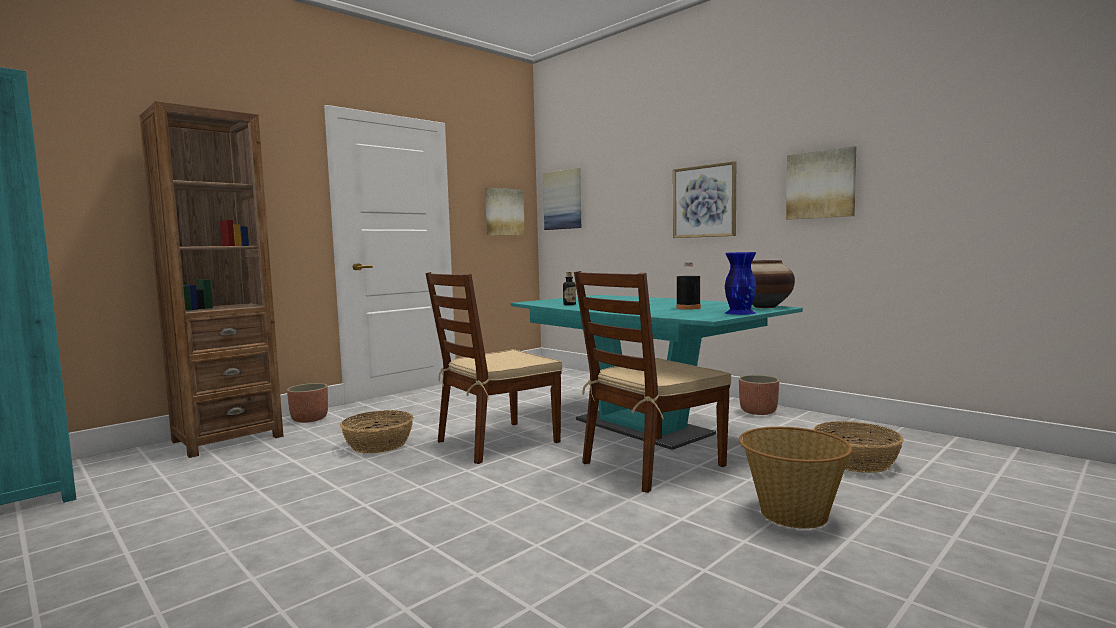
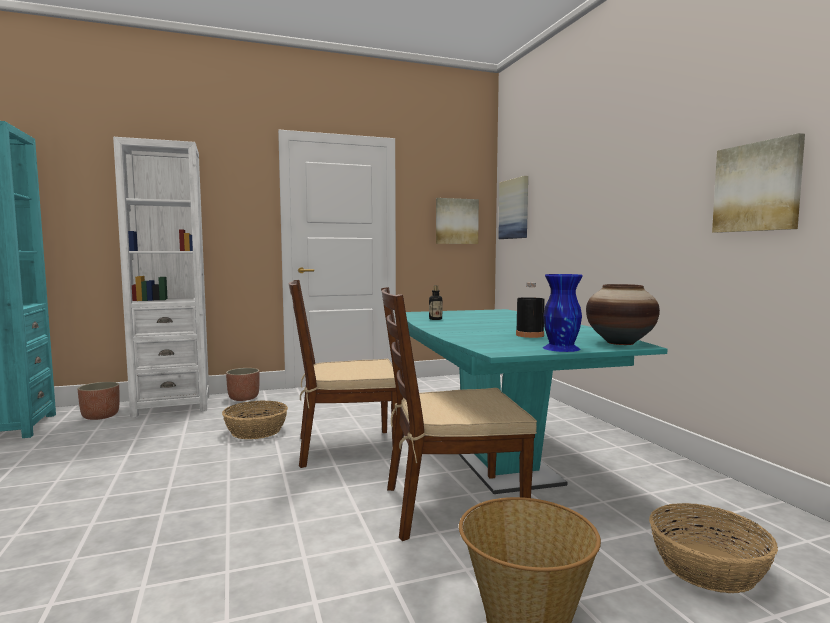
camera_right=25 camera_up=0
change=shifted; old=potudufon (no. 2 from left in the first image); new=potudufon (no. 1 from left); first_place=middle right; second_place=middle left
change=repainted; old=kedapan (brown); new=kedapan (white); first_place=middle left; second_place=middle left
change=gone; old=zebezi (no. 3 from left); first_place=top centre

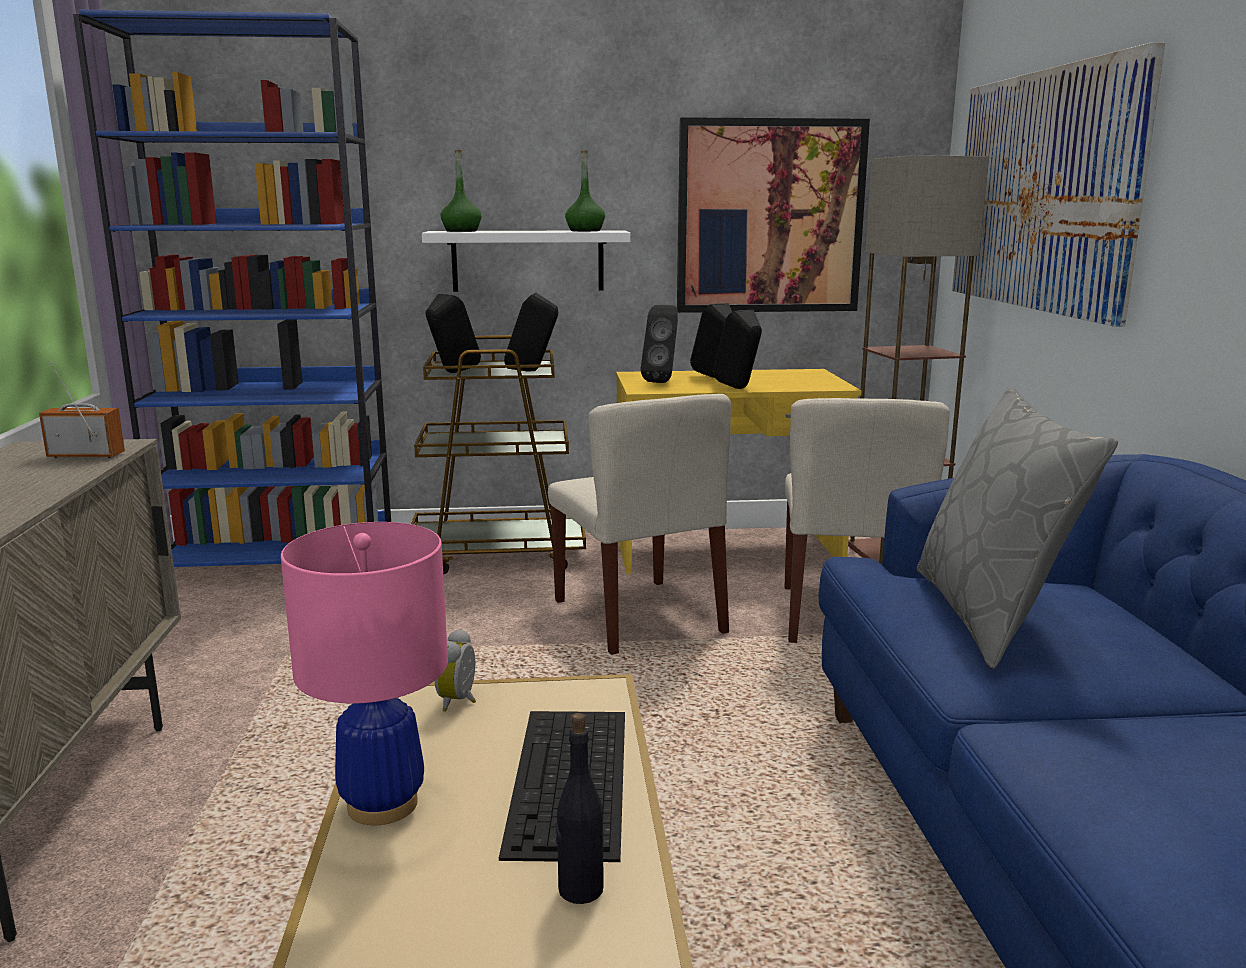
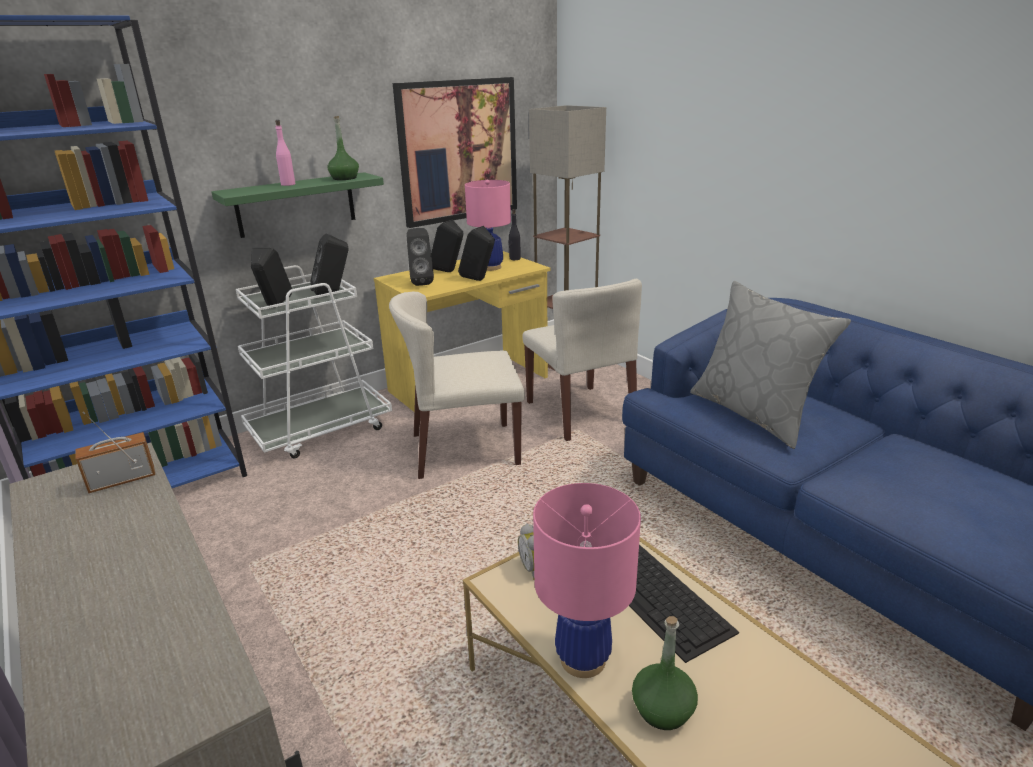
camera_right=-30 camera_up=10
change=repainted; old=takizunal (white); new=takizunal (green); first_place=top centre; second_place=top left
change=repainted; old=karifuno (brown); new=karifuno (white); first_place=centre; second_place=middle left
change=new; new=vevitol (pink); second_place=top left
change=rotated; old=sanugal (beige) (no. 1 from left); first_place=centre; second_place=centre; degrees=135
change=new; new=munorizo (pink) (no. 1 from left); second_place=top centre
change=shifted; old=vevitol (black); first_place=bottom centre; second_place=top centre
change=shifted; old=vevitol (green) (no. 1 from left in the first image); new=vevitol (green) (no. 2 from left); first_place=top centre; second_place=bottom centre
change=gone; old=zebezi (no. 2 from left); first_place=top right

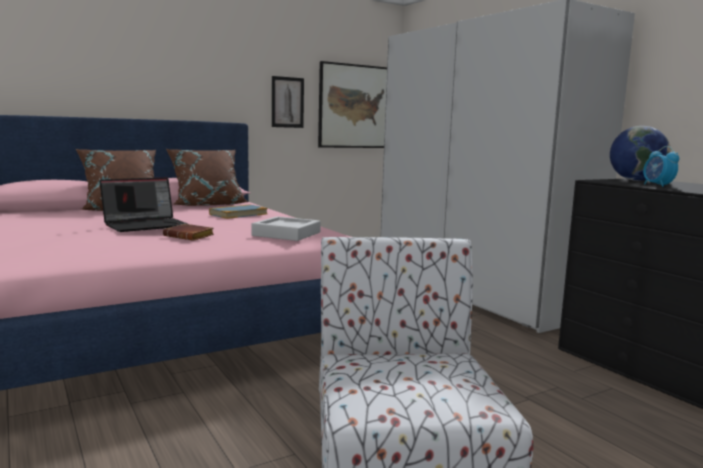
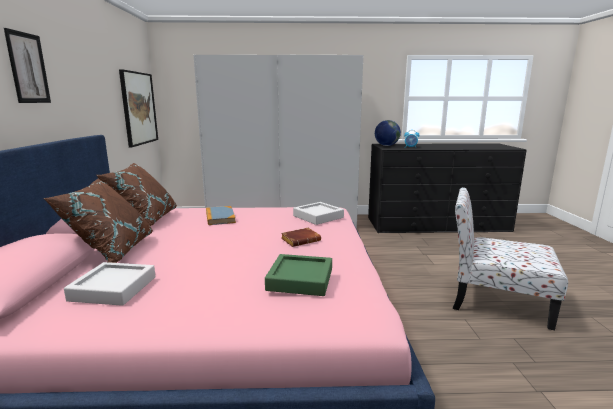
camera_right=-60 camera_up=5
change=shifted; old=zebezi (no. 1 from left); first_place=top centre; second_place=top left
change=new; new=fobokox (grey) (no. 1 from left); second_place=bottom left
change=new; new=fobokox (green); second_place=bottom centre
change=gone; old=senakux; first_place=middle left

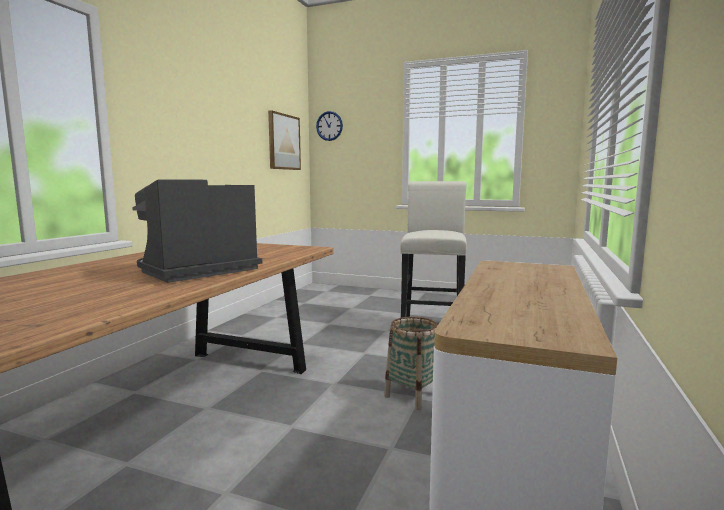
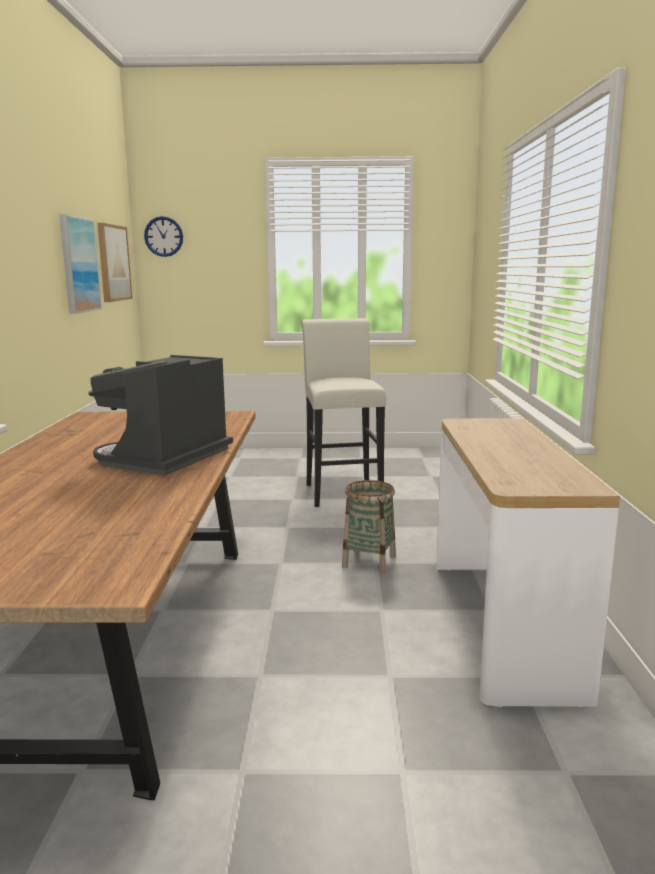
camera_right=-20 camera_up=5
change=new; new=zebezi (no. 1 from left); second_place=top left

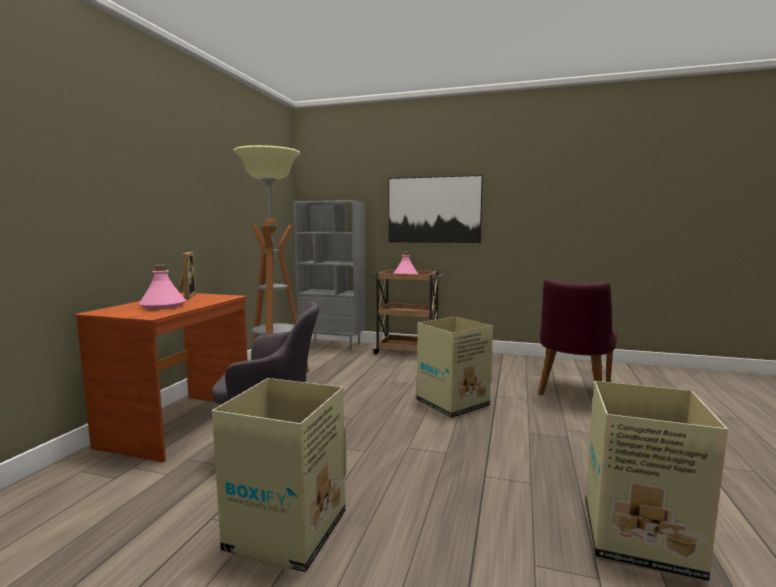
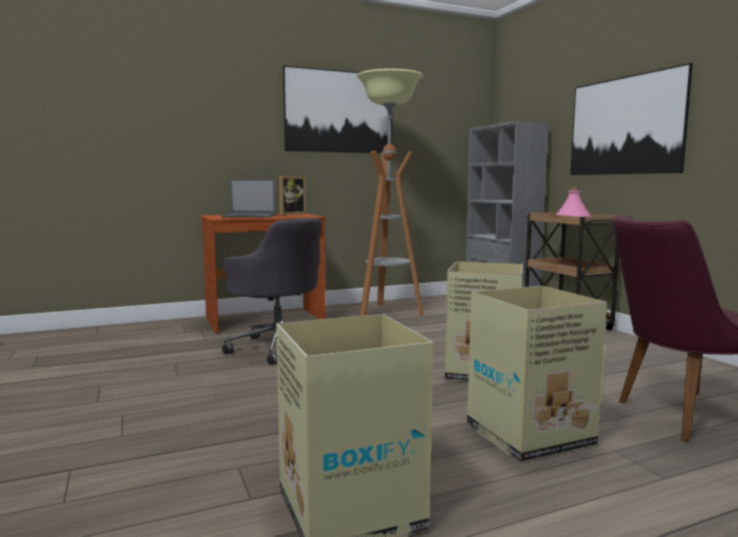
camera_right=50 camera_up=0
change=swapped; old=vevitol (pink) (no. 1 from left); new=senakux; first_place=middle left; second_place=centre
change=new; new=zebezi (no. 1 from left); second_place=top centre
change=shifted; old=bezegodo (no. 1 from left in the first image); new=bezegodo (no. 3 from left); first_place=bottom centre; second_place=bottom right

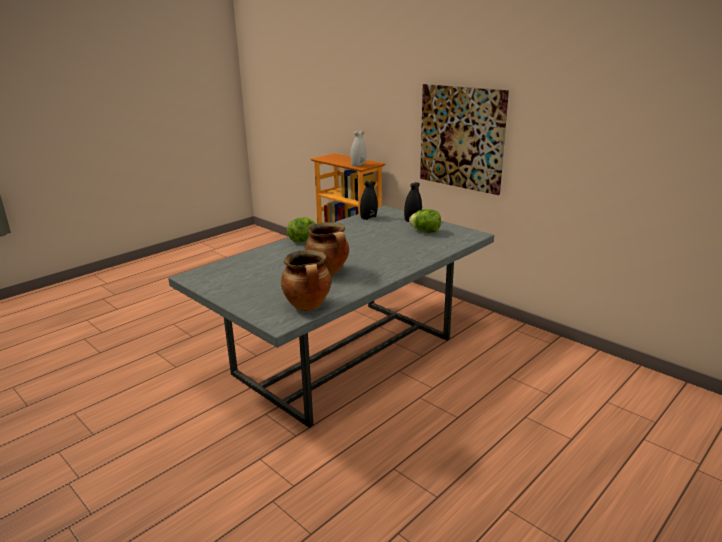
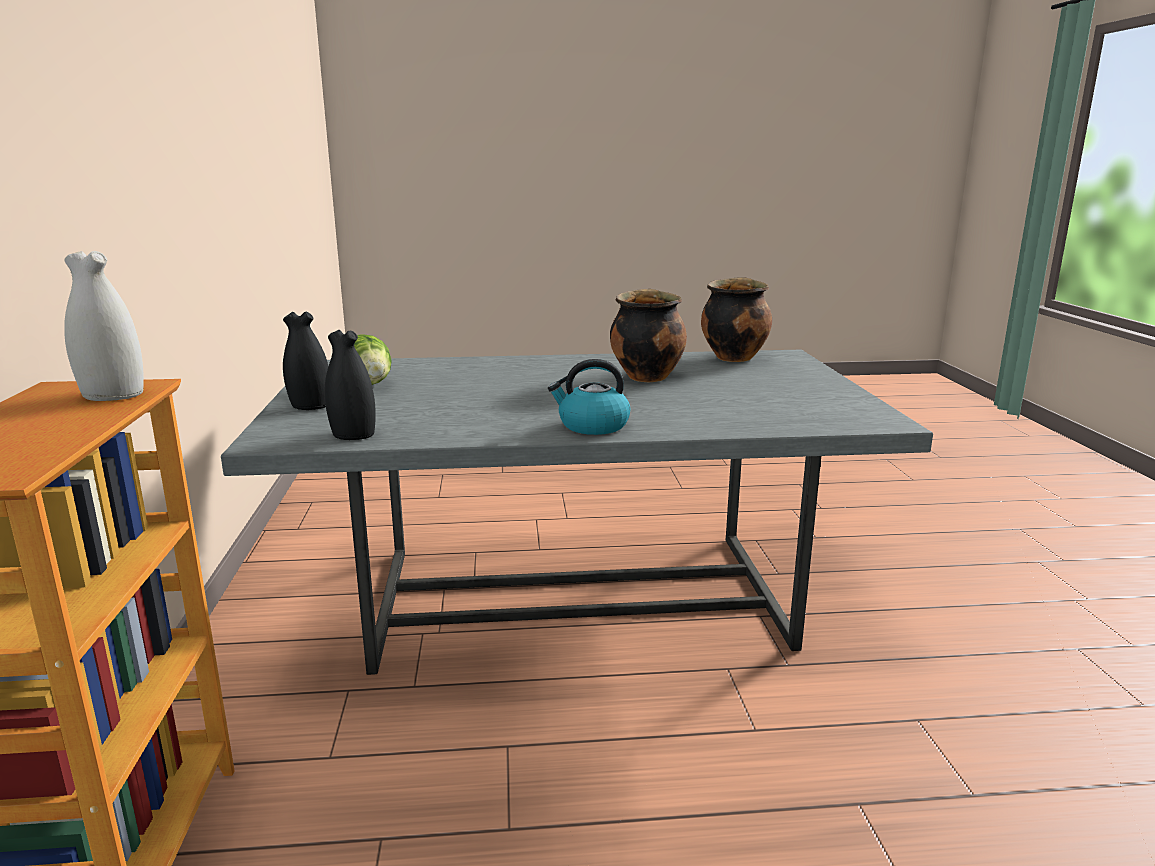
camera_right=-140 camera_up=-5
change=swapped; old=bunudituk (no. 1 from left); new=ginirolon; first_place=centre; second_place=centre
change=gone; old=zebezi; first_place=top centre

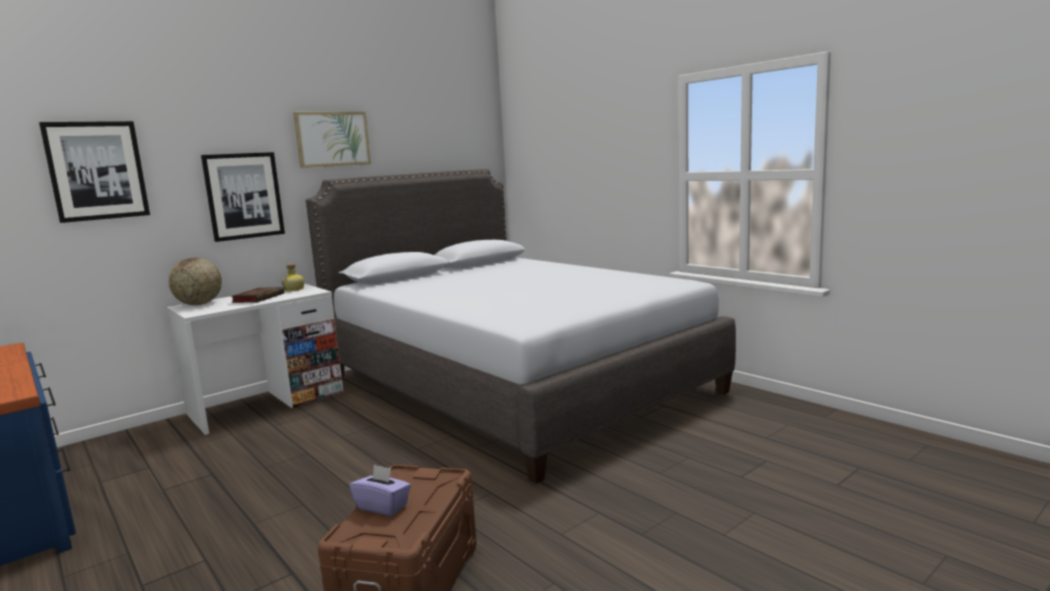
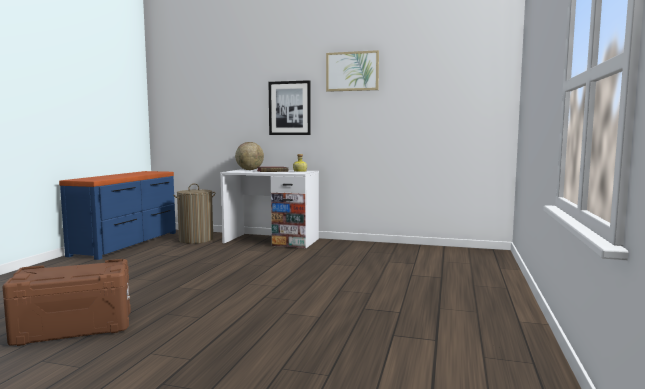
camera_right=55 camera_up=-5
change=new; new=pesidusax; second_place=middle left
change=gone; old=zebezi (no. 1 from left); first_place=top left
change=gone; old=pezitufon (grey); first_place=centre
change=gone; old=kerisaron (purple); first_place=bottom centre

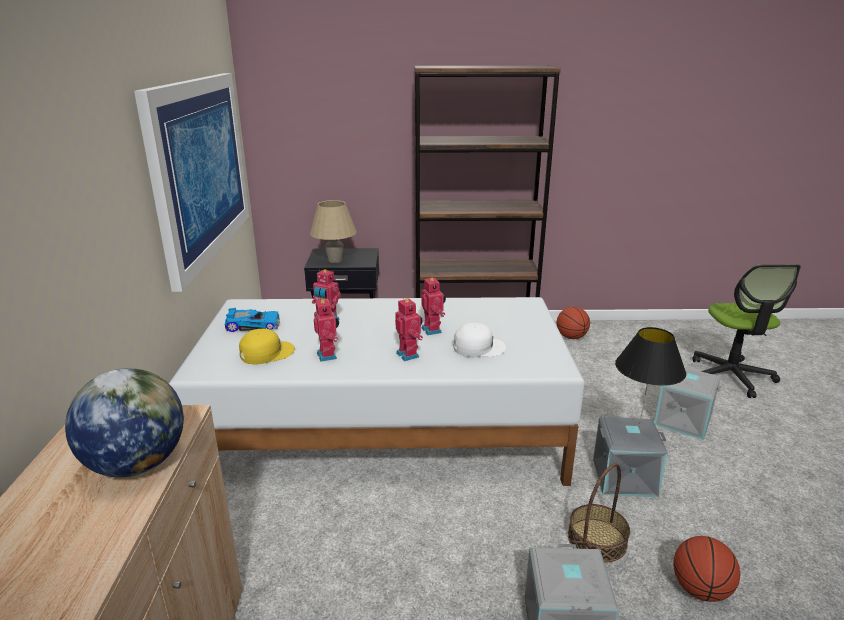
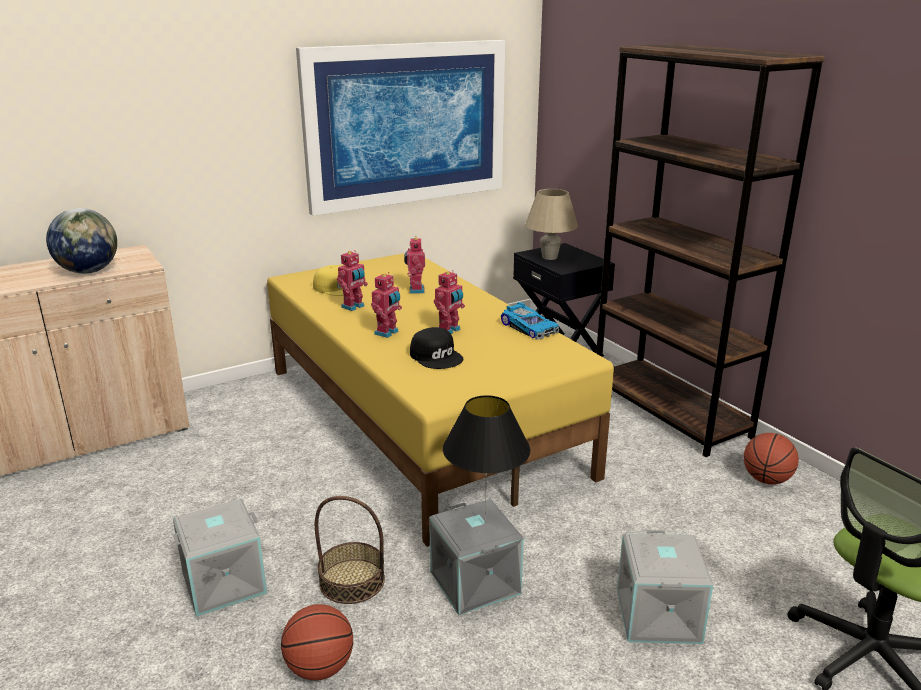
camera_right=60 camera_up=0
change=repainted; old=pezitufon (white); new=pezitufon (yellow); first_place=centre; second_place=centre
change=repainted; old=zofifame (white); new=zofifame (black); first_place=centre; second_place=centre
change=shifted; old=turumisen; first_place=middle left; second_place=centre

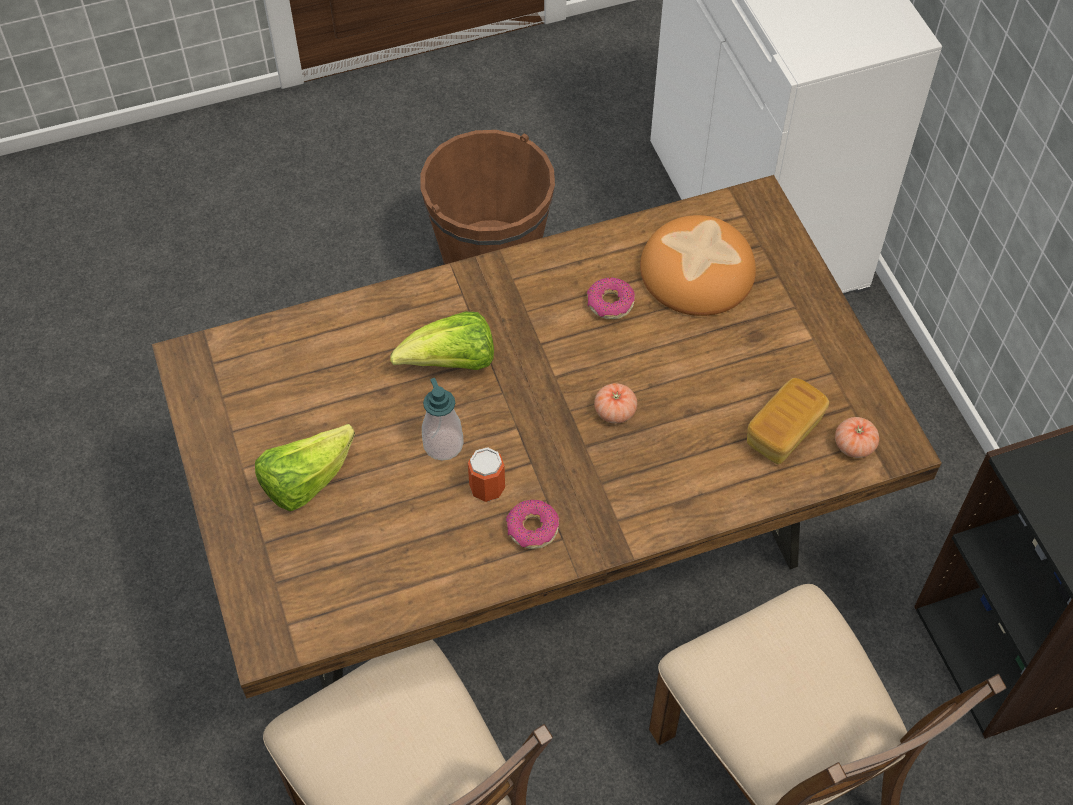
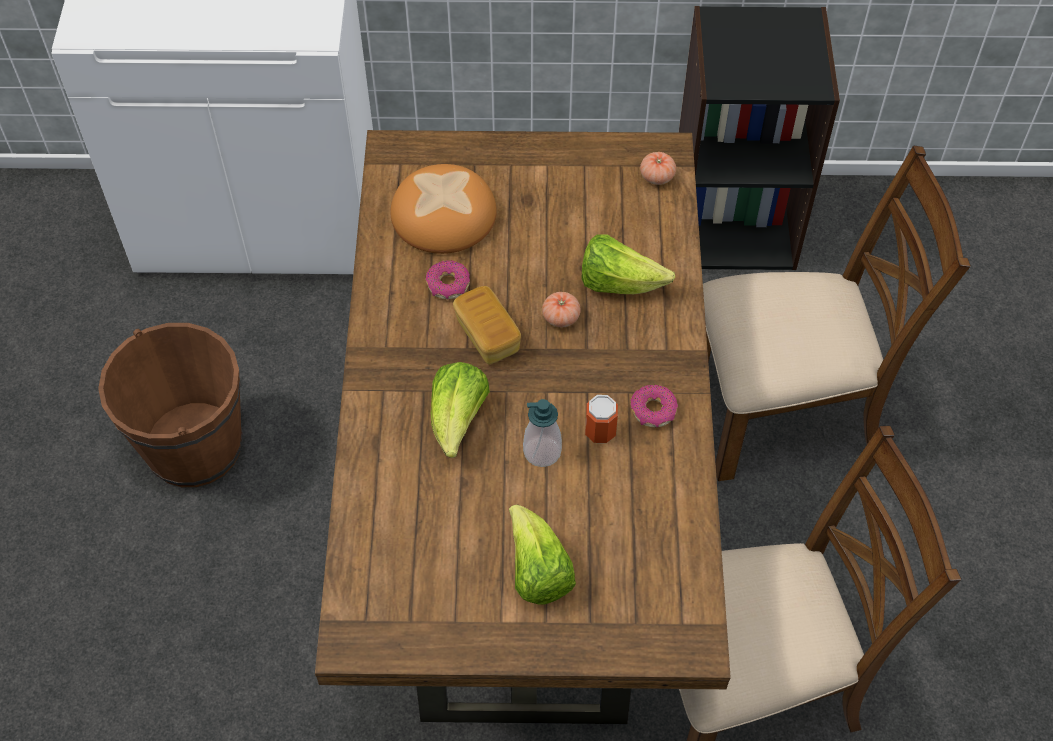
camera_right=-70 camera_up=0
change=shifted; old=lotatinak (no. 2 from left); first_place=middle right; second_place=centre
change=new; new=bunudituk (no. 3 from left); second_place=centre

